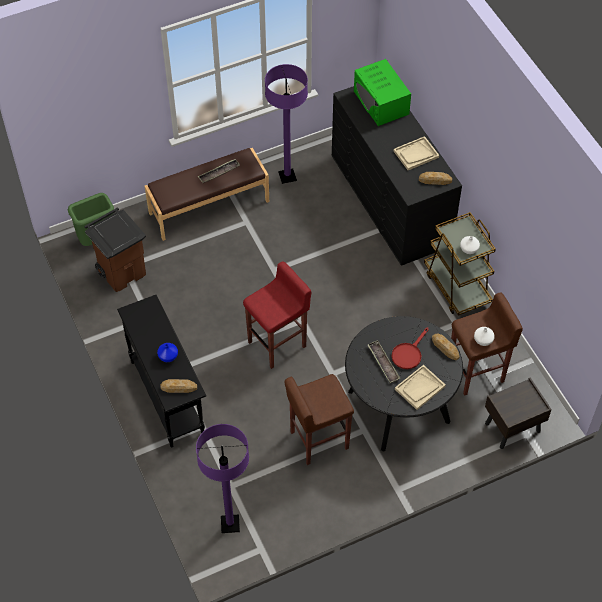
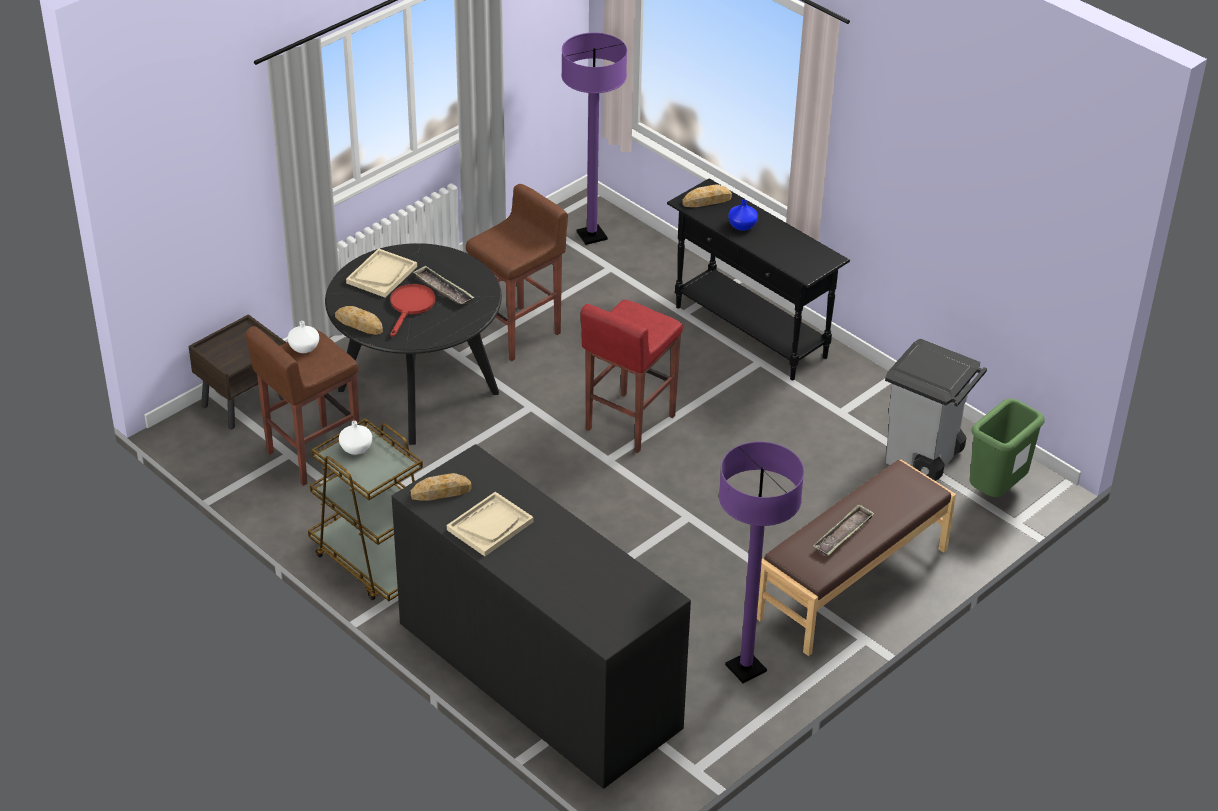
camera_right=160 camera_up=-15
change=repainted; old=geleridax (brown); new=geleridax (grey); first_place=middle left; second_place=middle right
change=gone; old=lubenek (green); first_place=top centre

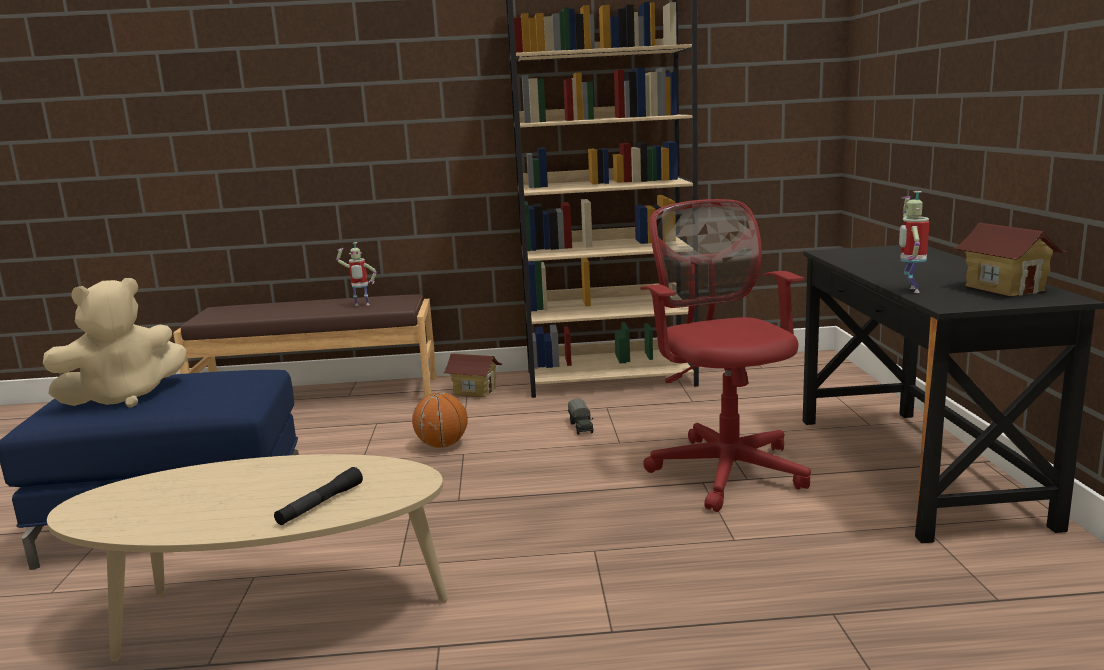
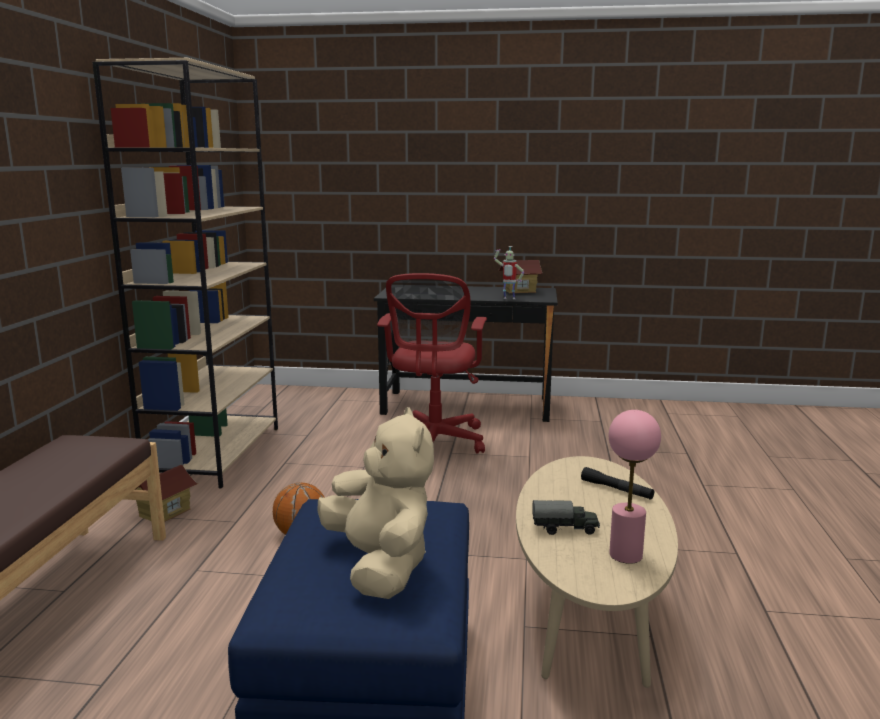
camera_right=-80 camera_up=0
change=rotated; old=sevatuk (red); first_place=centre; second_place=centre; degrees=-75
change=shifted; old=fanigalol; first_place=centre; second_place=bottom centre
change=new; new=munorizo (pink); second_place=bottom right
change=gone; old=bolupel (no. 1 from left); first_place=middle left

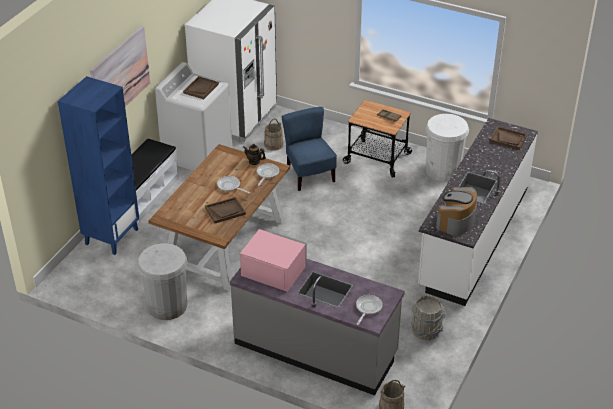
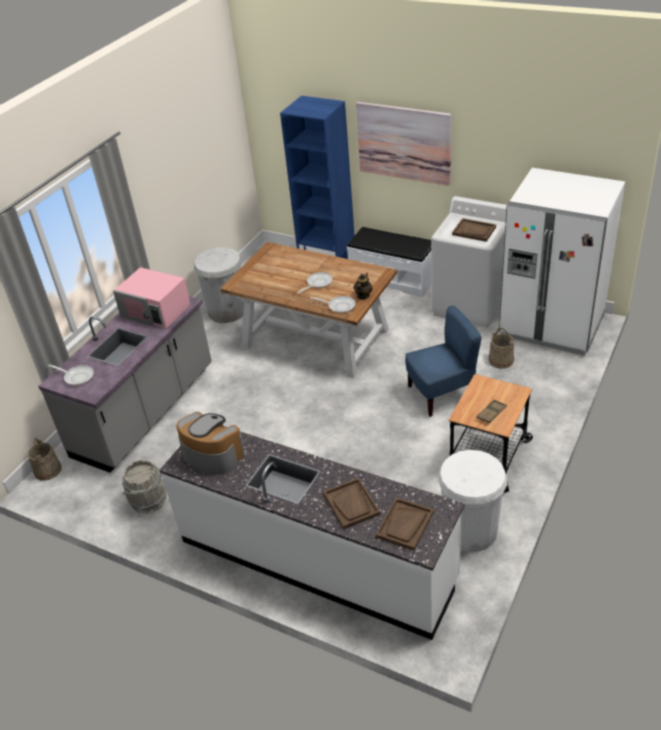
camera_right=95 camera_up=0
change=rotated; old=lubenek (pink); first_place=centre; second_place=middle left; degrees=90
change=shifted; old=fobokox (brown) (no. 2 from left in the first image); new=fobokox (brown) (no. 1 from left); first_place=centre; second_place=bottom centre

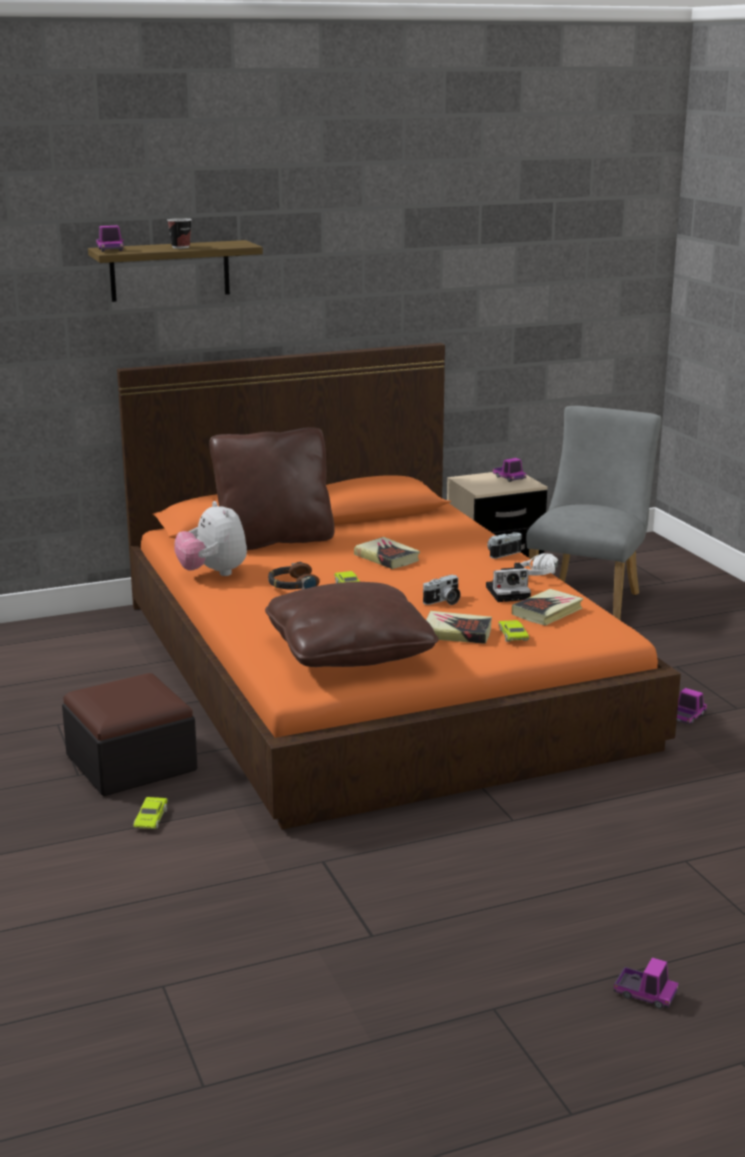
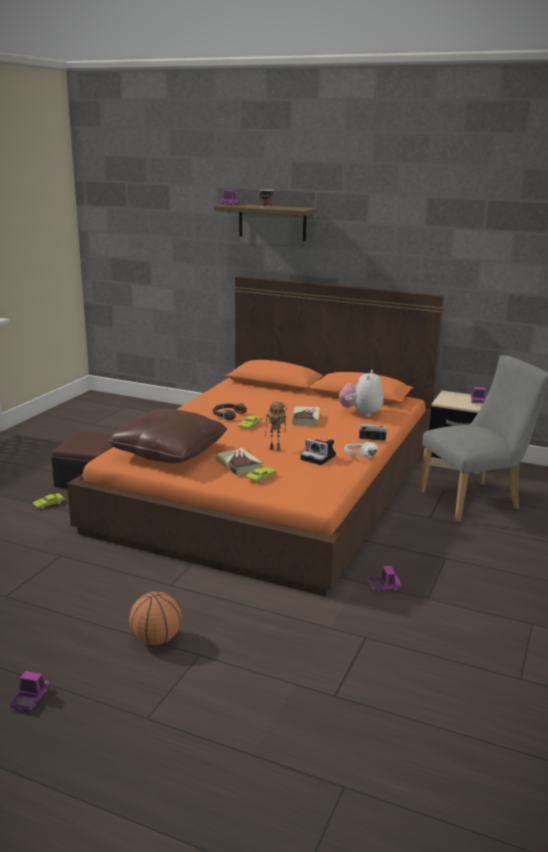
camera_right=45 camera_up=0
change=rotated; old=fanigalol (no. 3 from left in the first image); first_place=bottom right; second_place=bottom left; degrees=-150
change=new; new=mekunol; second_place=bottom left
change=swapped; old=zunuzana (no. 1 from left); new=bolupel; first_place=centre; second_place=centre
change=shifted; old=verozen; first_place=middle left; second_place=centre
change=gone; old=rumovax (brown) (no. 1 from left); first_place=centre
change=gone; old=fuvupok (no. 3 from left); first_place=middle right

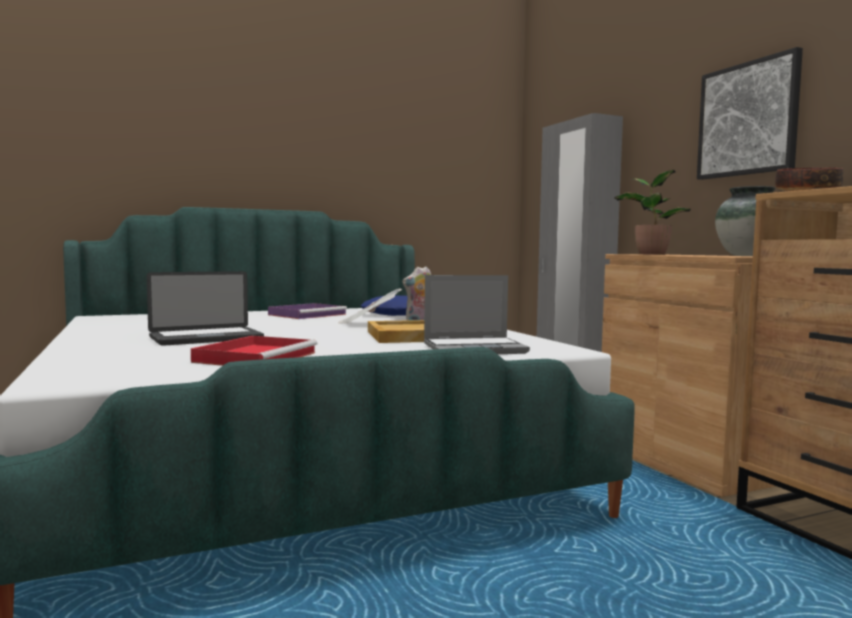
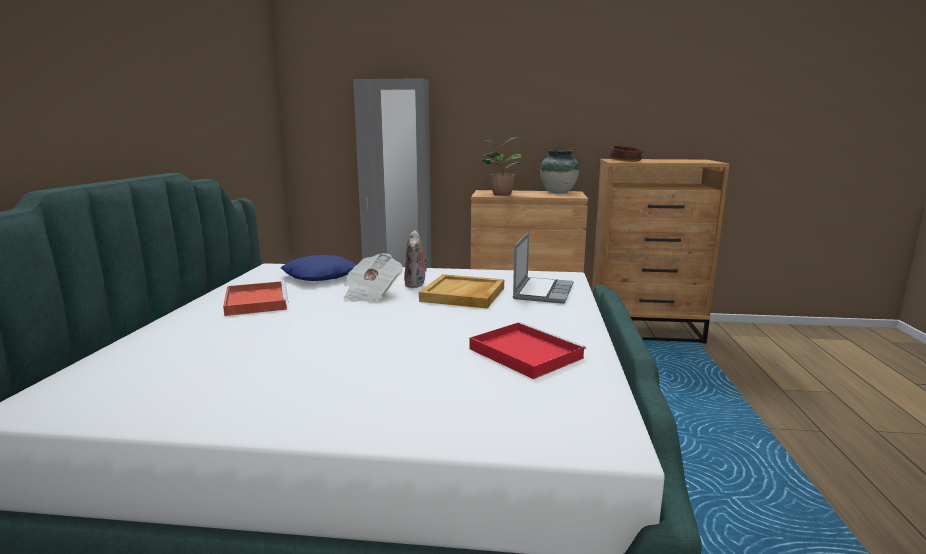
camera_right=-60 camera_up=10
change=repainted; old=fobokox (purple); new=fobokox (red) (no. 1 from left); first_place=centre; second_place=middle left
change=gone; old=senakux (no. 1 from left); first_place=middle left
change=gone; old=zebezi; first_place=top right

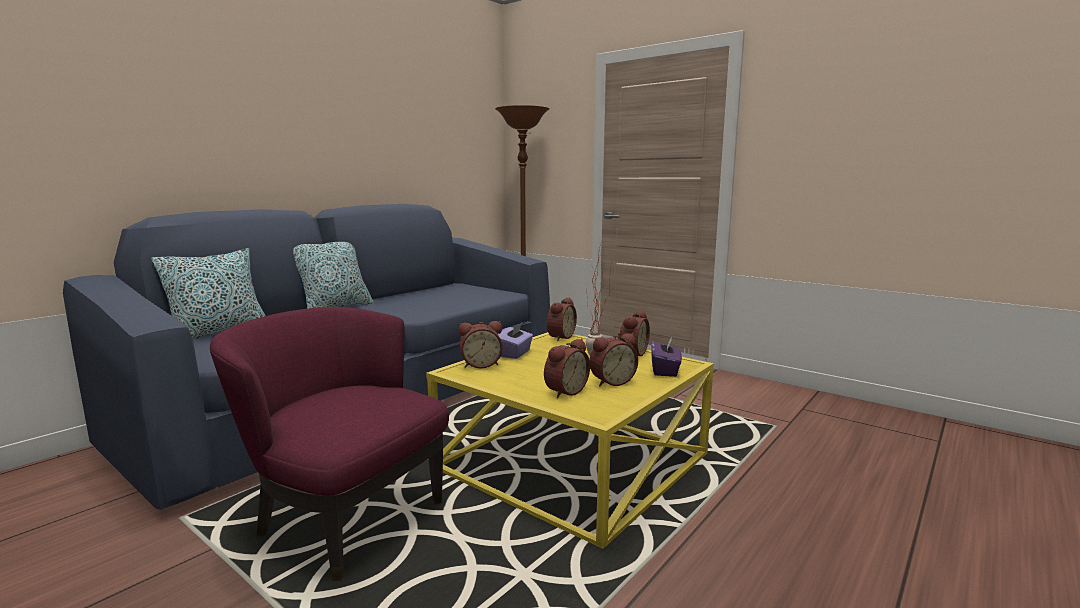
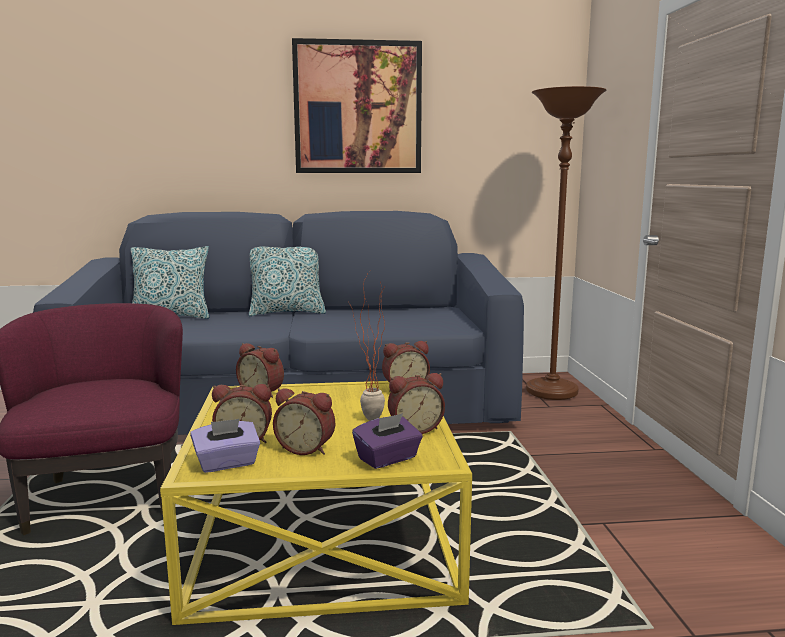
camera_right=45 camera_up=0
change=shifted; old=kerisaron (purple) (no. 1 from left); first_place=centre; second_place=bottom left
change=new; new=zebezi; second_place=top centre

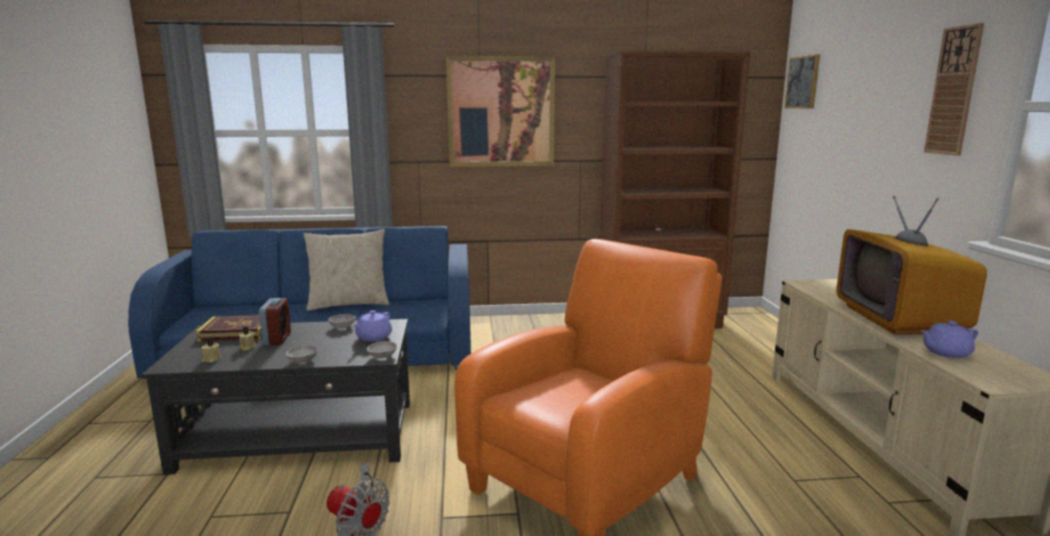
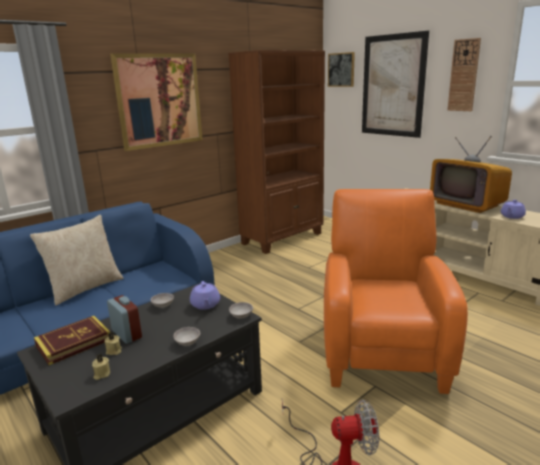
camera_right=-35 camera_up=5
change=new; new=zebezi (no. 3 from left); second_place=top right

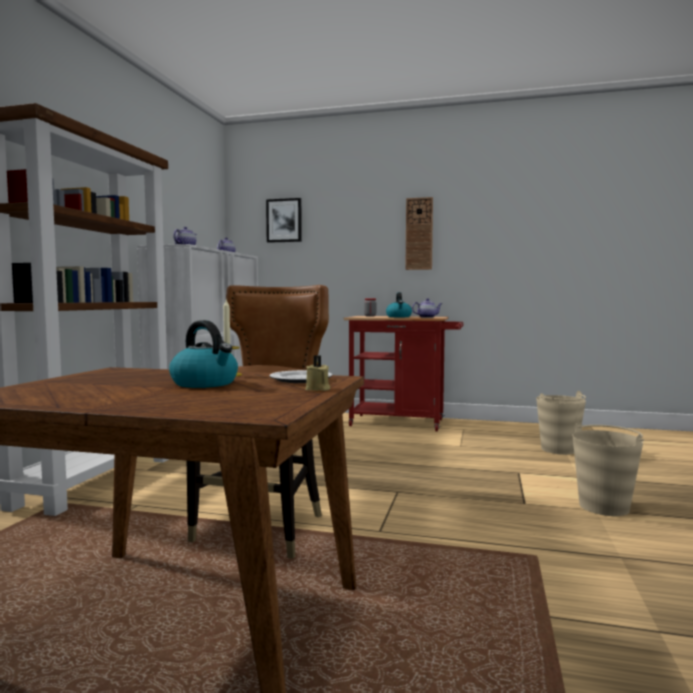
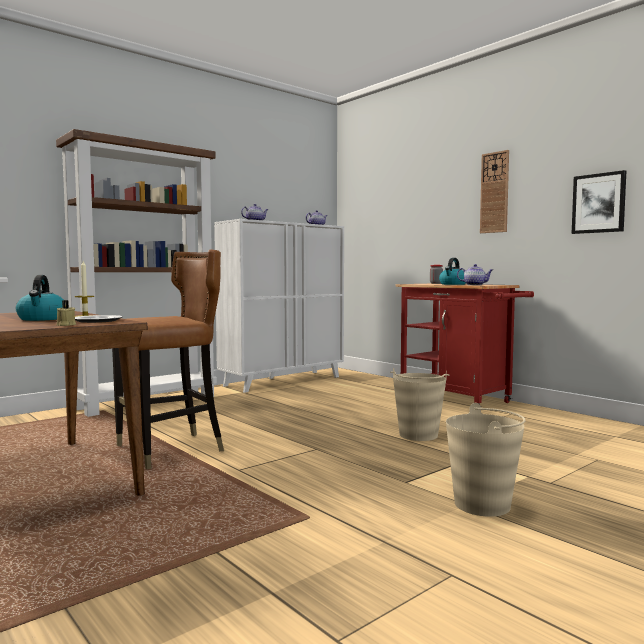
camera_right=35 camera_up=0
change=shifted; old=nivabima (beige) (no. 1 from left); first_place=middle right; second_place=centre
change=shifted; old=zebezi; first_place=top centre; second_place=top right

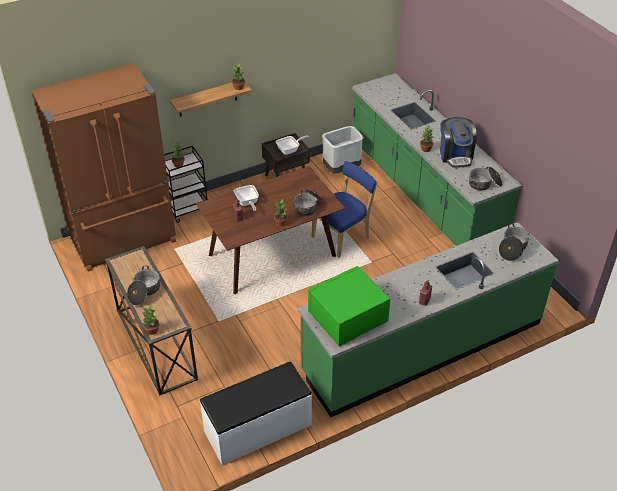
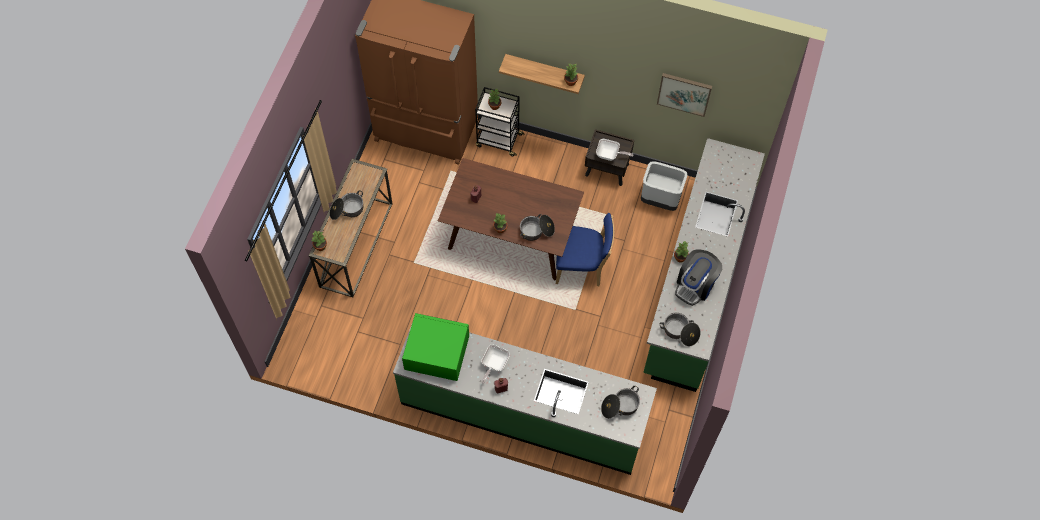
camera_right=45 camera_up=20
change=shifted; old=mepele (no. 1 from left); first_place=centre; second_place=bottom centre
change=new; new=zebezi; second_place=top centre
change=gone; old=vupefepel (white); first_place=bottom centre

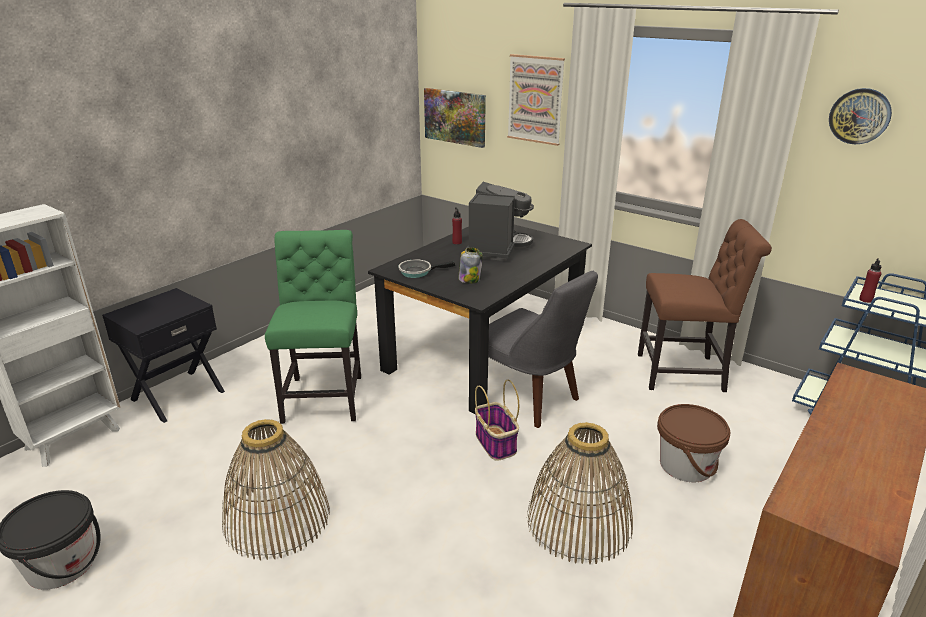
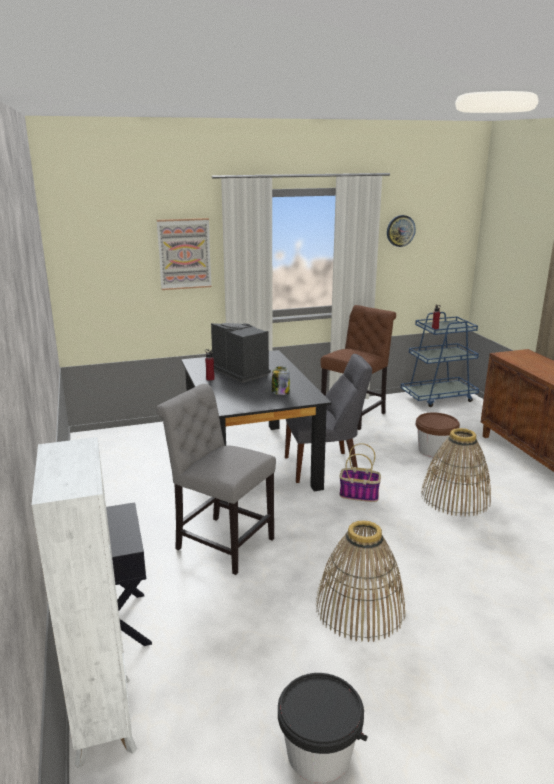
camera_right=-55 camera_up=-5
change=repainted; old=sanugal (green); new=sanugal (grey) (no. 1 from left); first_place=centre; second_place=centre
change=gone; old=mepele; first_place=centre
change=gone; old=zebezi (no. 1 from left); first_place=top centre

